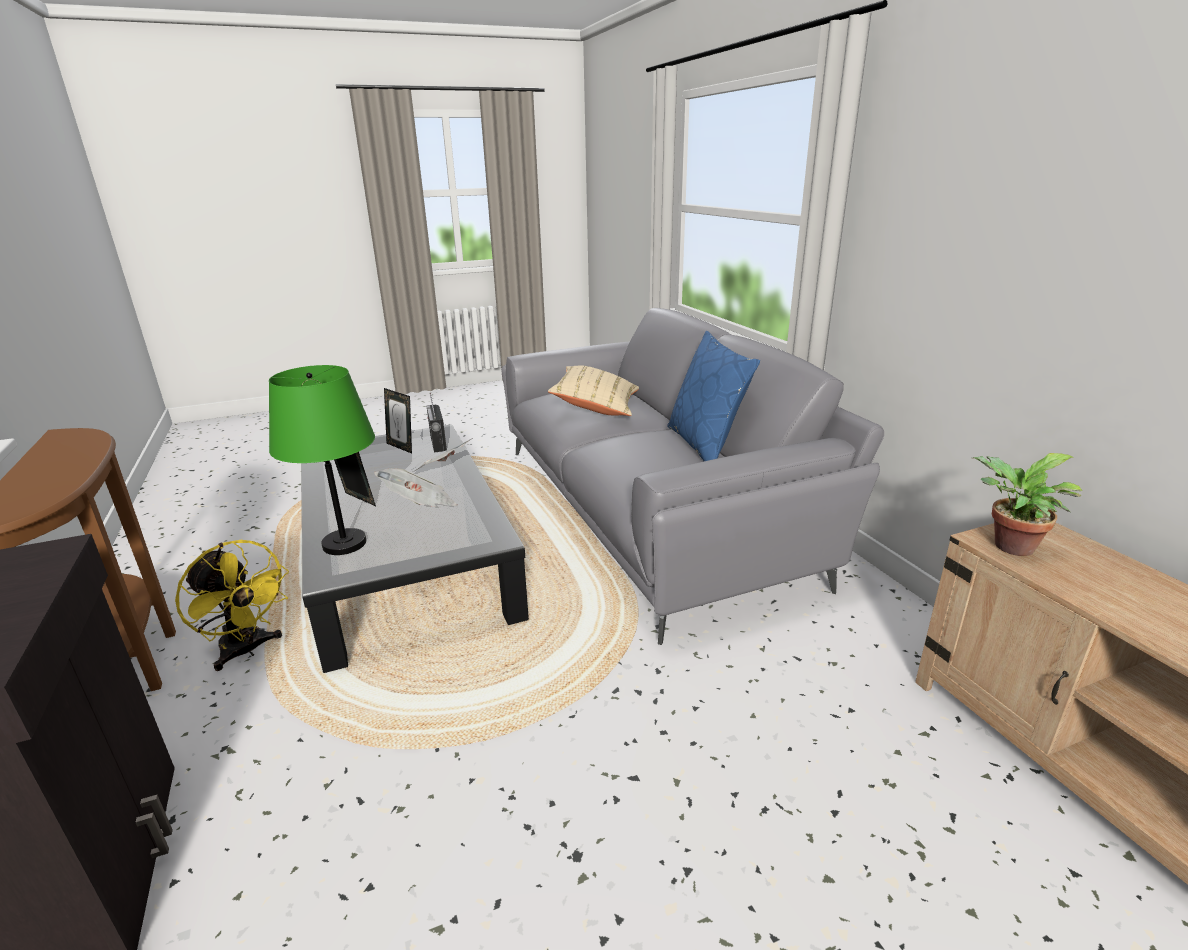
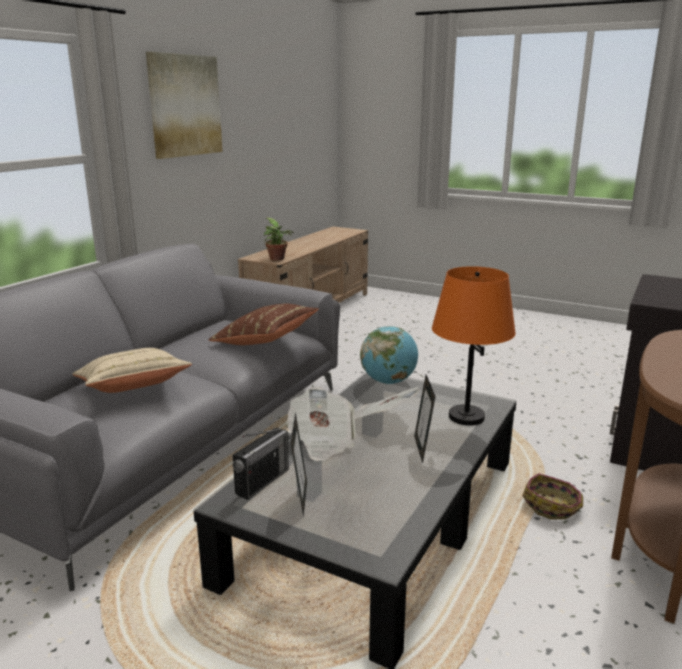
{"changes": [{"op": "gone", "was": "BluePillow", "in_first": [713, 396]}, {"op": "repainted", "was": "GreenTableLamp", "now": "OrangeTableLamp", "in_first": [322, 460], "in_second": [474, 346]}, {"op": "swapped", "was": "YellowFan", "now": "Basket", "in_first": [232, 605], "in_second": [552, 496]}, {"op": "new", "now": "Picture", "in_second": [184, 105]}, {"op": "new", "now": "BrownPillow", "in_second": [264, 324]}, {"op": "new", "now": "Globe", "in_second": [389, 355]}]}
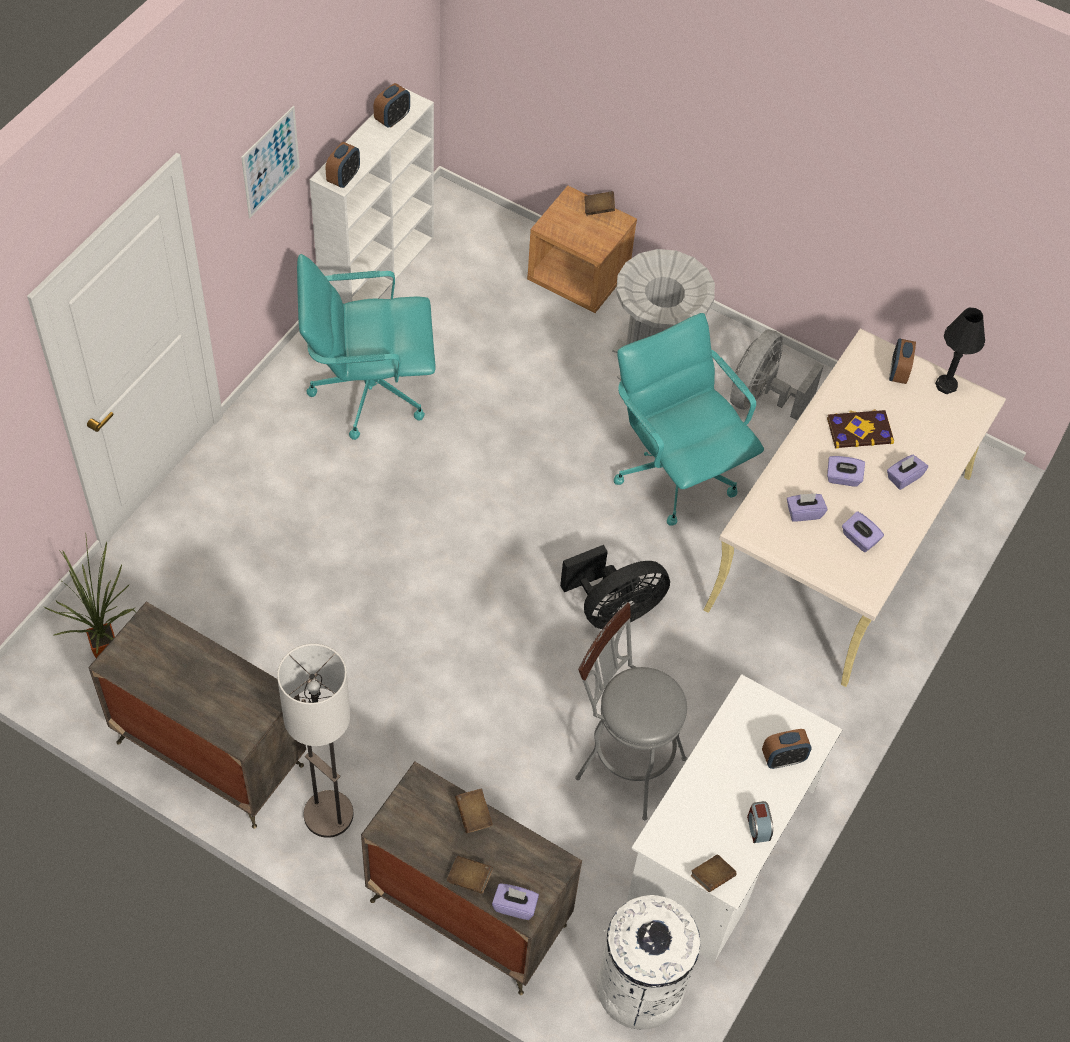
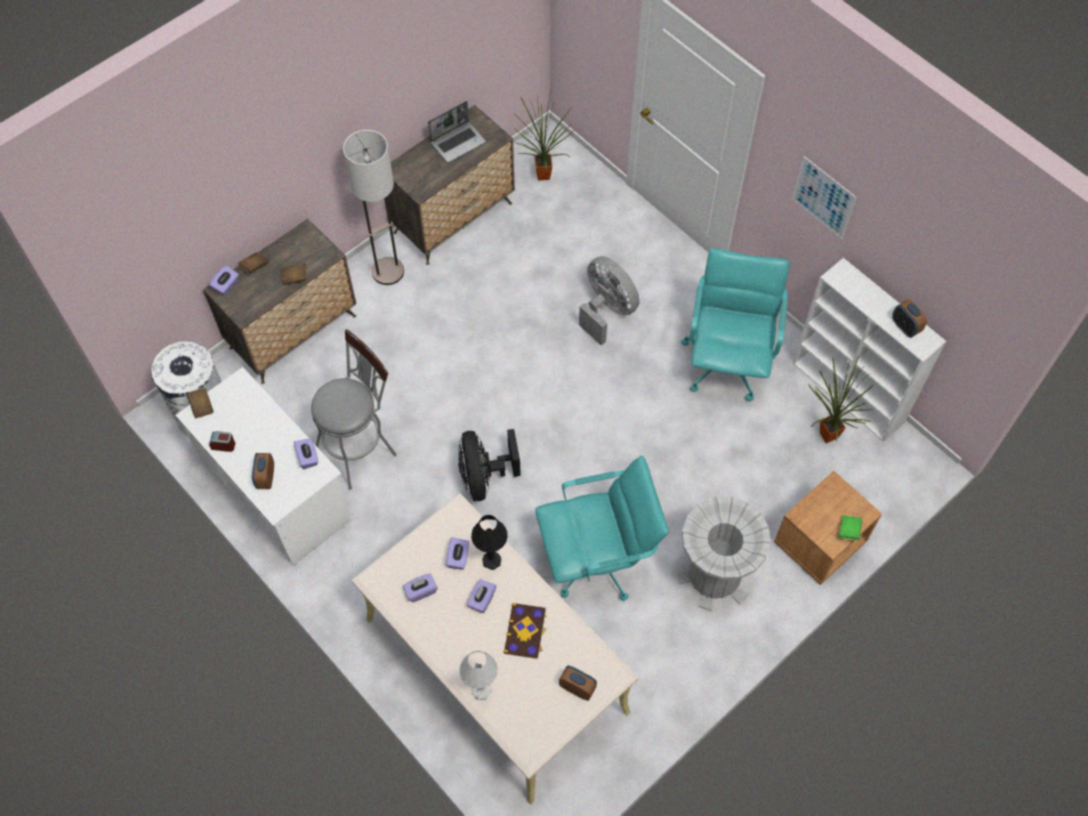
{"changes": [{"op": "gone", "was": "AlarmClock", "in_first": [343, 165]}, {"op": "repainted", "was": "BrownBook", "now": "GreenBook", "in_first": [599, 203], "in_second": [850, 528]}, {"op": "shifted", "was": "BlackTableLamp", "in_first": [960, 351], "in_second": [489, 542]}, {"op": "shifted", "was": "GreyFan", "in_first": [777, 374], "in_second": [609, 300]}, {"op": "shifted", "was": "PurpleTissueBox", "in_first": [907, 472], "in_second": [306, 453]}, {"op": "new", "now": "Laptop", "in_second": [457, 132]}, {"op": "new", "now": "PottedPlant", "in_second": [841, 399]}, {"op": "new", "now": "WhiteTableLamp", "in_second": [478, 675]}]}
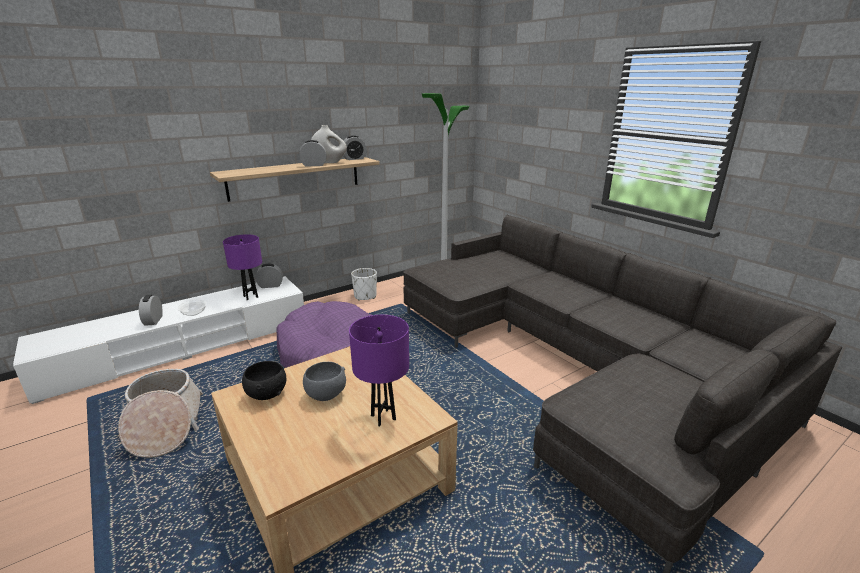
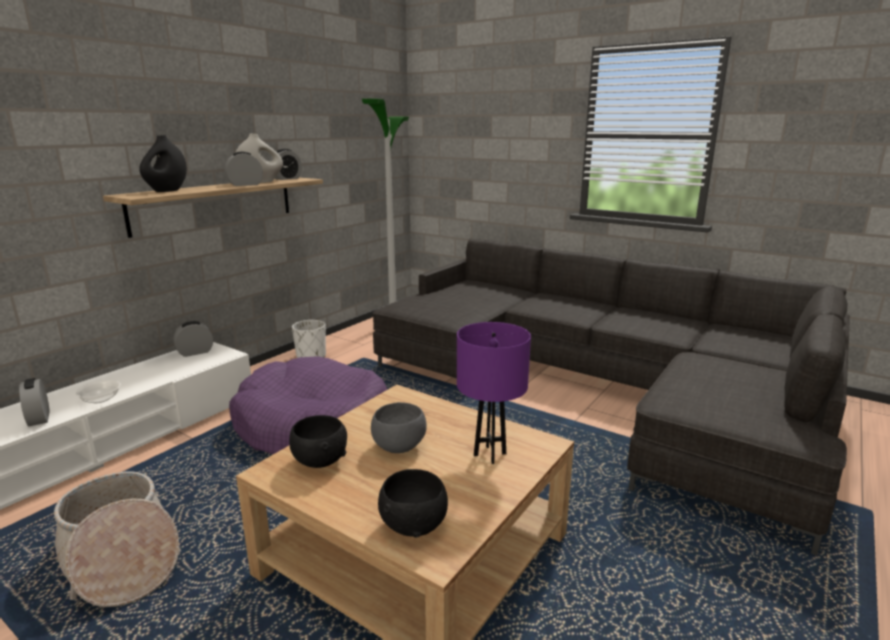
{"changes": [{"op": "gone", "was": "PurpleTableLamp", "in_first": [242, 267]}, {"op": "new", "now": "BlackVase", "in_second": [163, 163]}, {"op": "new", "now": "BlackBowl", "in_second": [413, 503]}]}
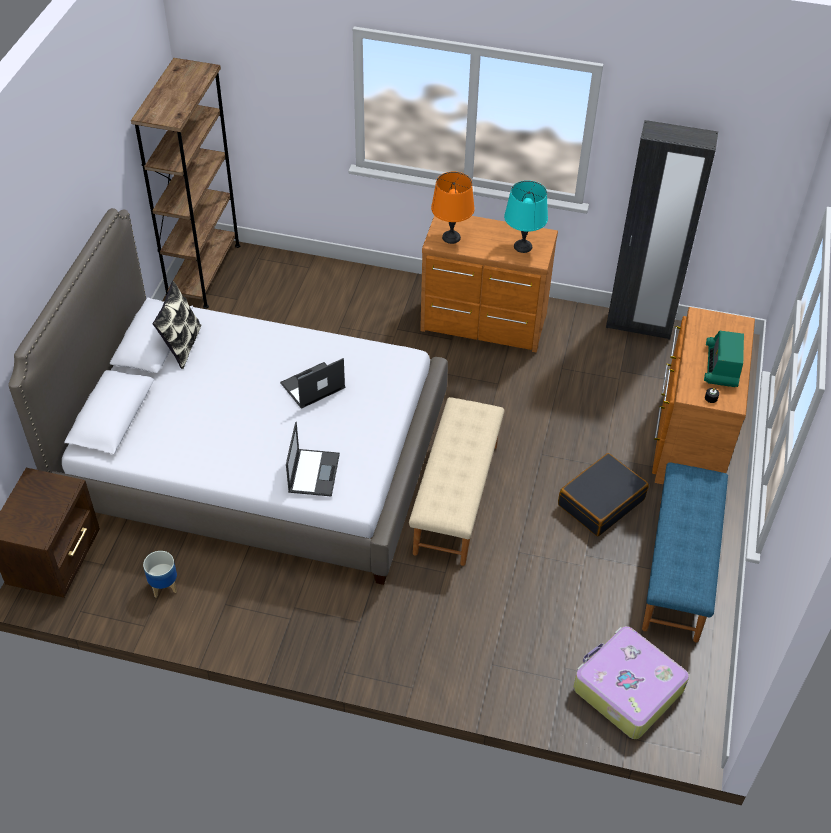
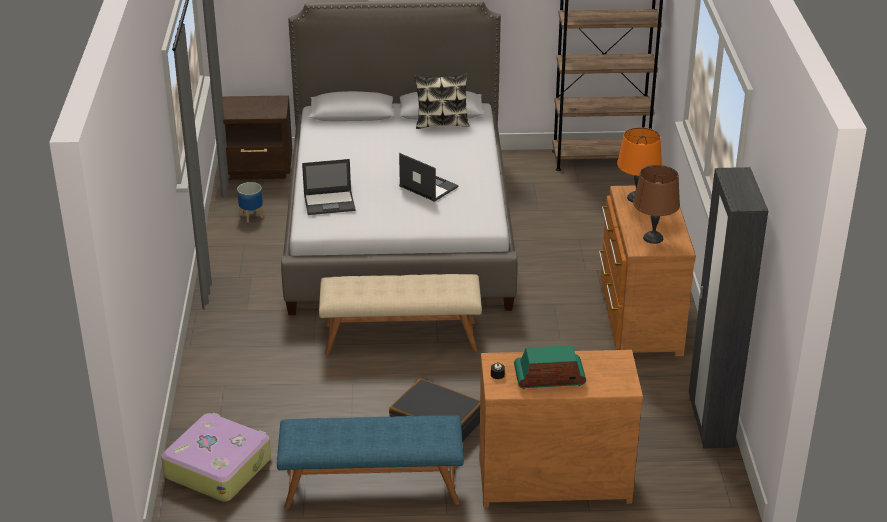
{"changes": [{"op": "repainted", "was": "TurquoiseTableLamp", "now": "BrownTableLamp", "in_first": [526, 216], "in_second": [656, 204]}]}
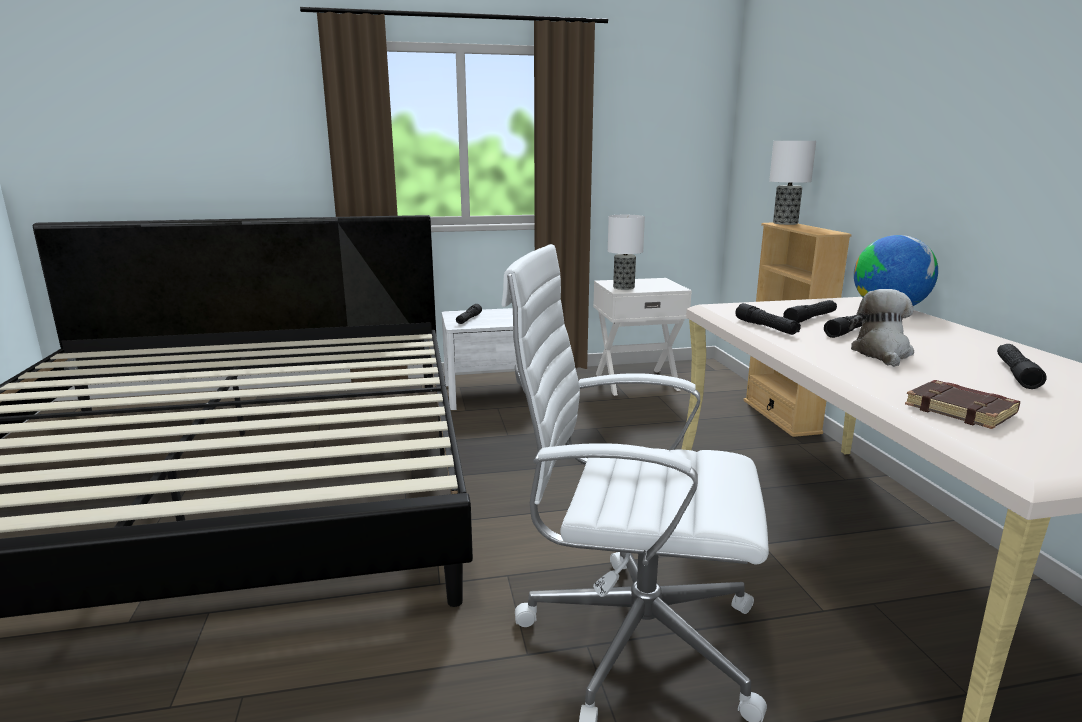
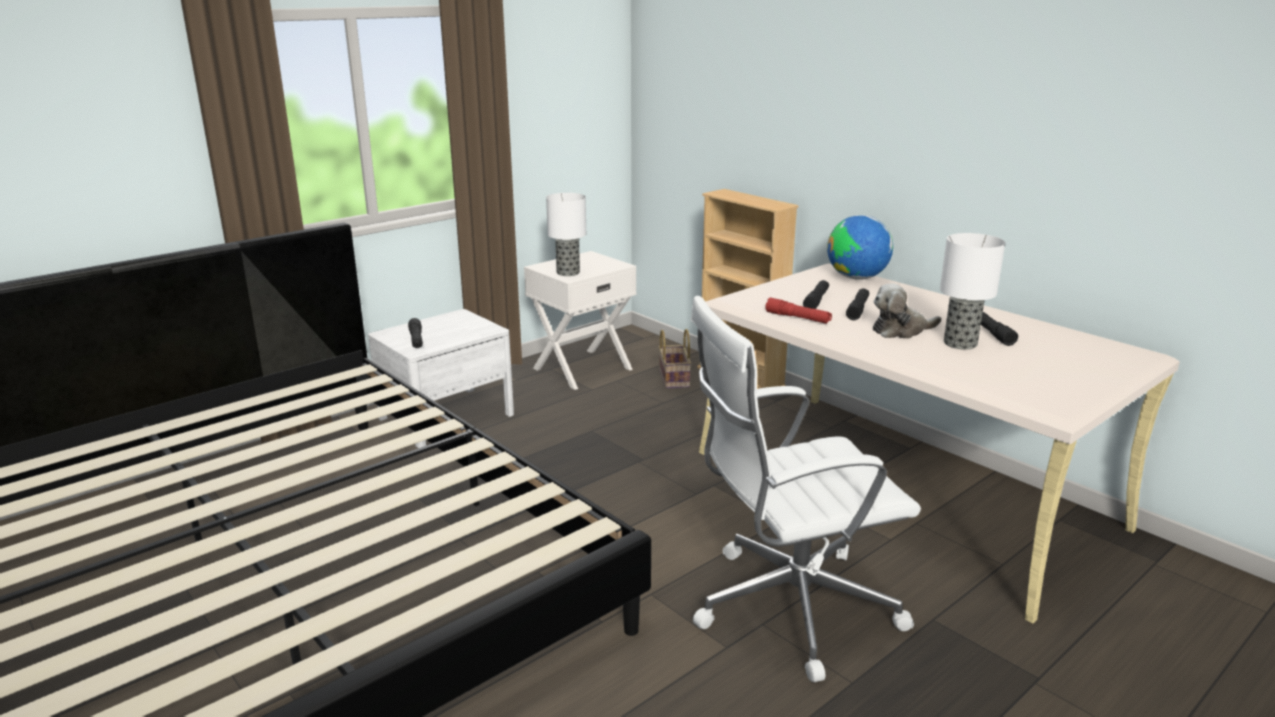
{"changes": [{"op": "shifted", "was": "TableLamp", "in_first": [792, 183], "in_second": [972, 291]}, {"op": "rotated", "was": "PlushToy", "in_first": [881, 328], "in_second": [907, 311], "clockwise": -90}, {"op": "repainted", "was": "BlackFlashlight", "now": "RedFlashlight", "in_first": [768, 319], "in_second": [798, 311]}, {"op": "gone", "was": "BrownBook", "in_first": [962, 404]}, {"op": "new", "now": "Basket", "in_second": [675, 359]}]}
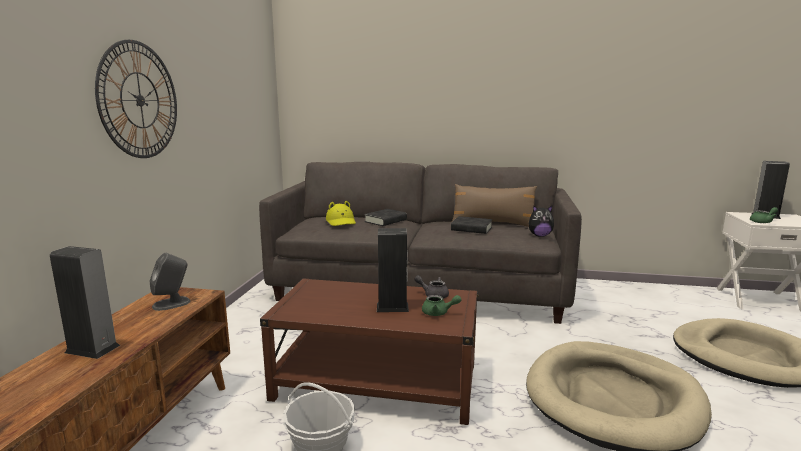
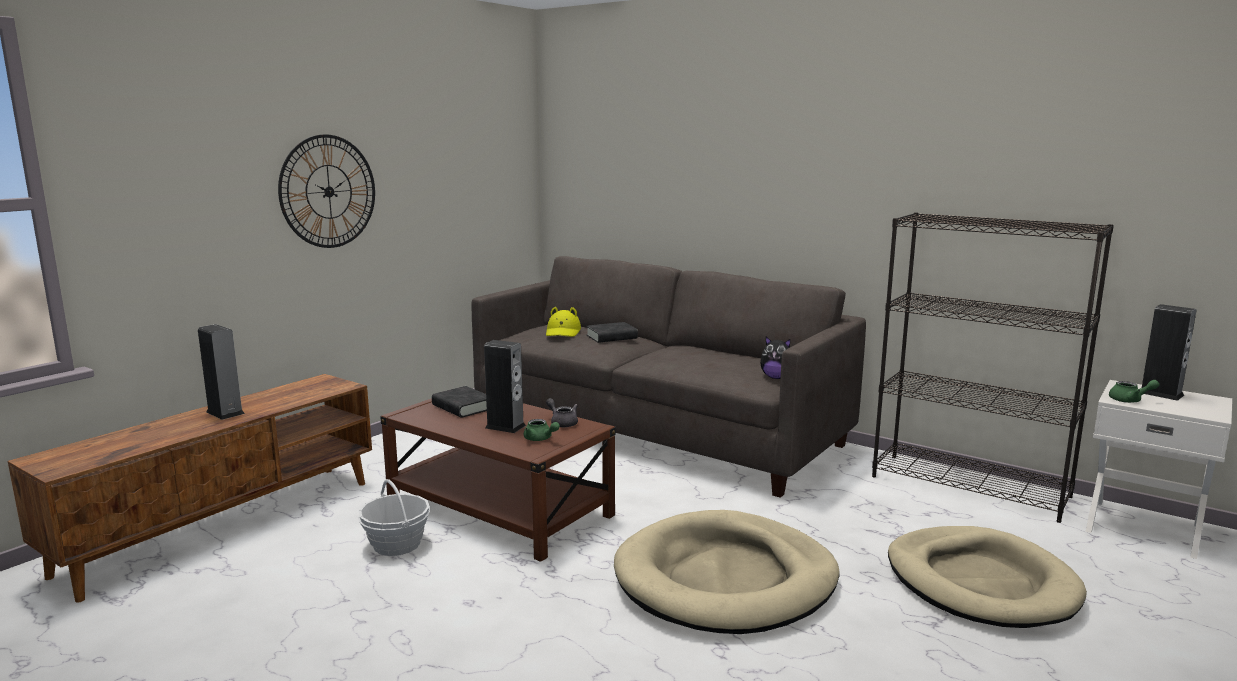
{"changes": [{"op": "gone", "was": "BrownPillow", "in_first": [494, 205]}, {"op": "shifted", "was": "BlackBook", "in_first": [471, 225], "in_second": [459, 402]}, {"op": "gone", "was": "GreySpeaker", "in_first": [170, 282]}, {"op": "new", "now": "BlackBookcase", "in_second": [993, 368]}]}
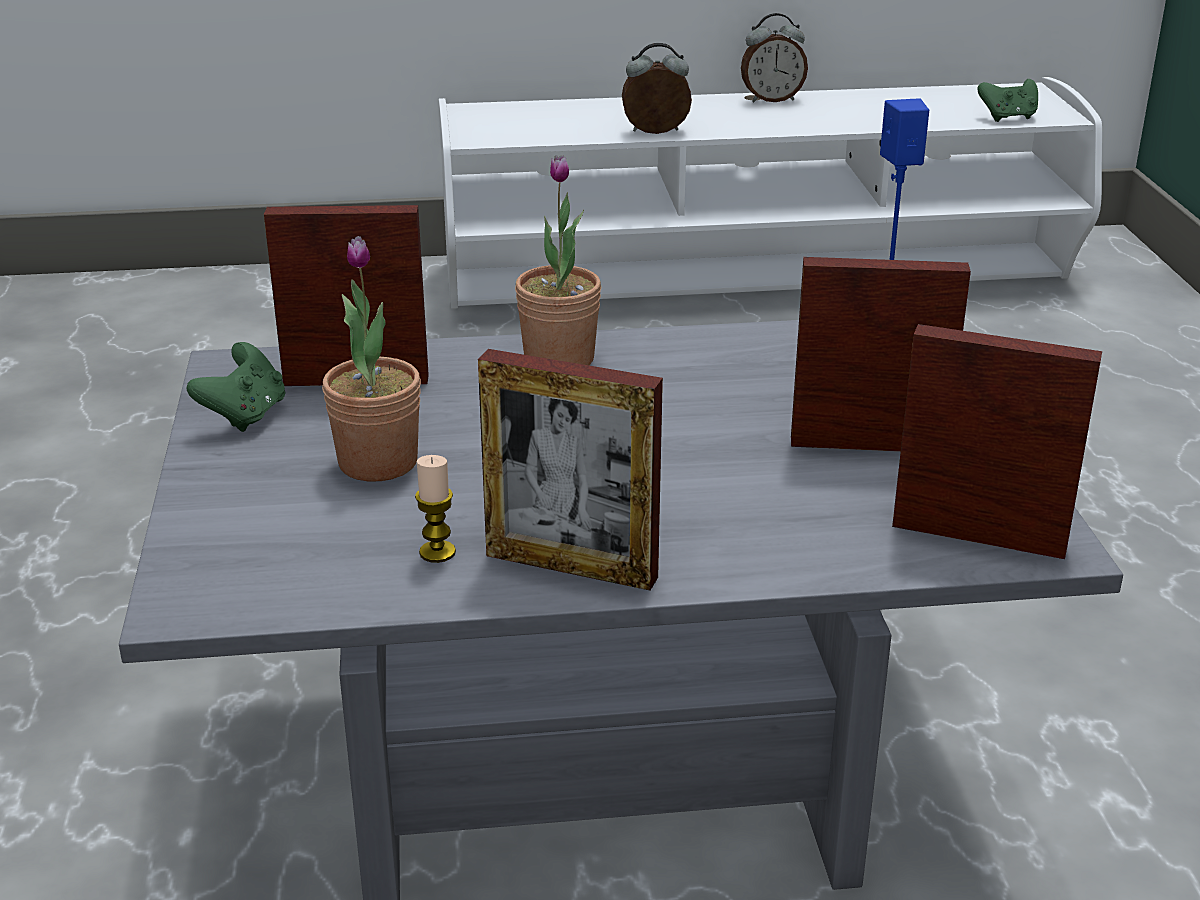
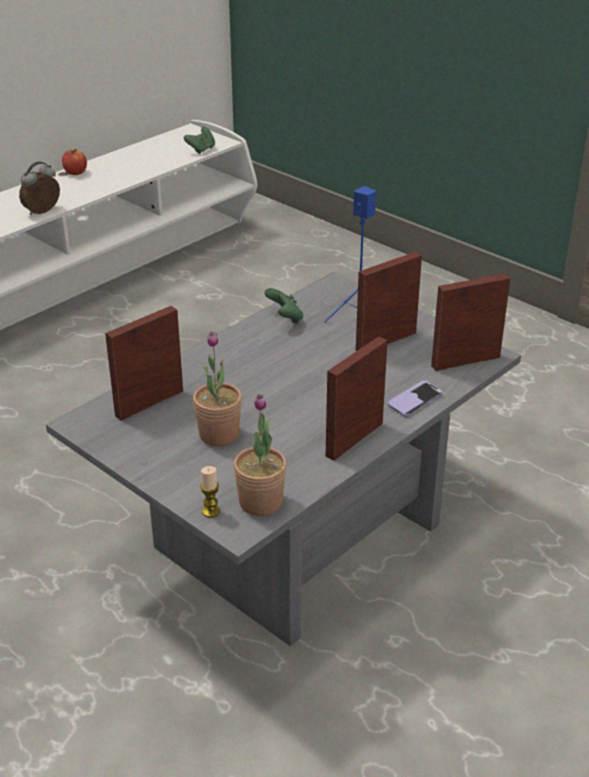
{"changes": [{"op": "swapped", "was": "AlarmClock", "now": "Apple", "in_first": [774, 57], "in_second": [74, 162]}, {"op": "shifted", "was": "PottedPlant", "in_first": [558, 260], "in_second": [260, 455]}, {"op": "shifted", "was": "GreenGameController", "in_first": [236, 387], "in_second": [283, 306]}, {"op": "rotated", "was": "PictureFrame", "in_first": [570, 470], "in_second": [357, 398], "clockwise": 150}, {"op": "shifted", "was": "Candle", "in_first": [435, 509], "in_second": [210, 492]}, {"op": "new", "now": "Phone", "in_second": [415, 399]}]}
